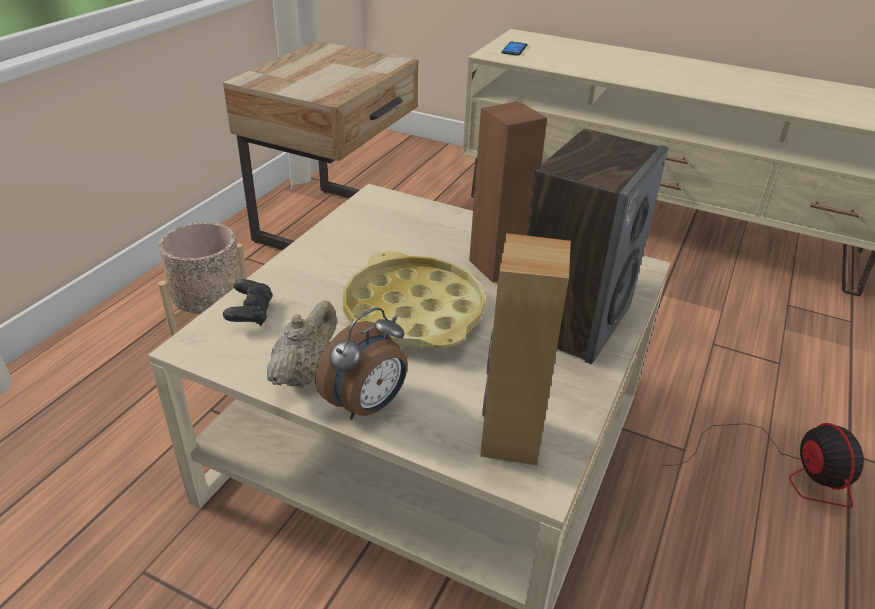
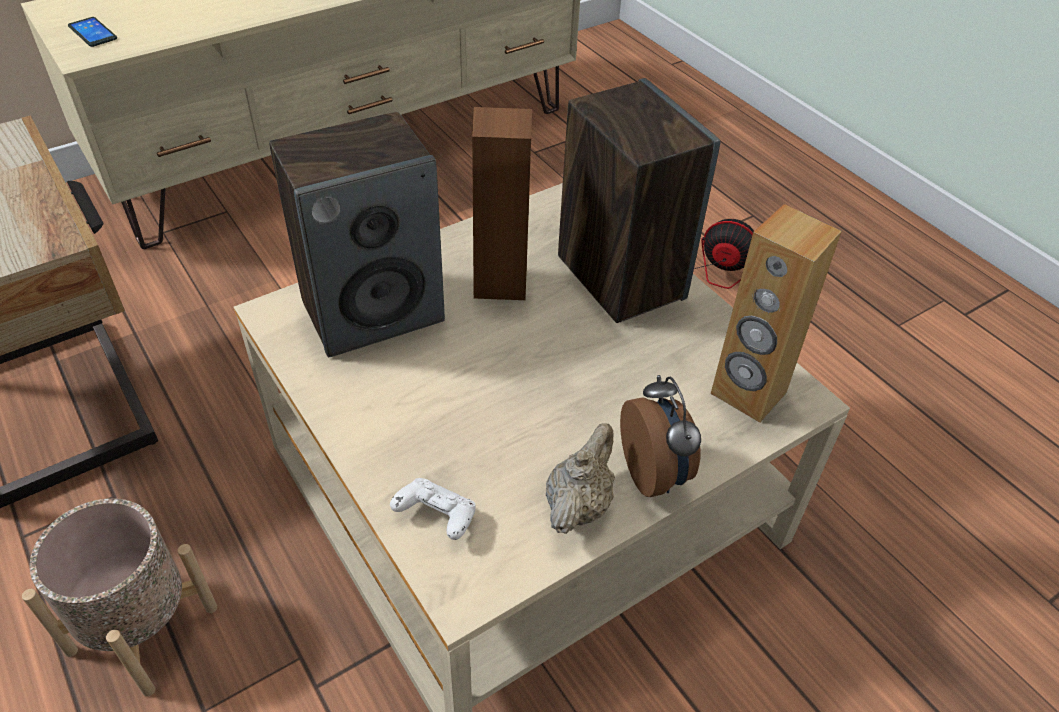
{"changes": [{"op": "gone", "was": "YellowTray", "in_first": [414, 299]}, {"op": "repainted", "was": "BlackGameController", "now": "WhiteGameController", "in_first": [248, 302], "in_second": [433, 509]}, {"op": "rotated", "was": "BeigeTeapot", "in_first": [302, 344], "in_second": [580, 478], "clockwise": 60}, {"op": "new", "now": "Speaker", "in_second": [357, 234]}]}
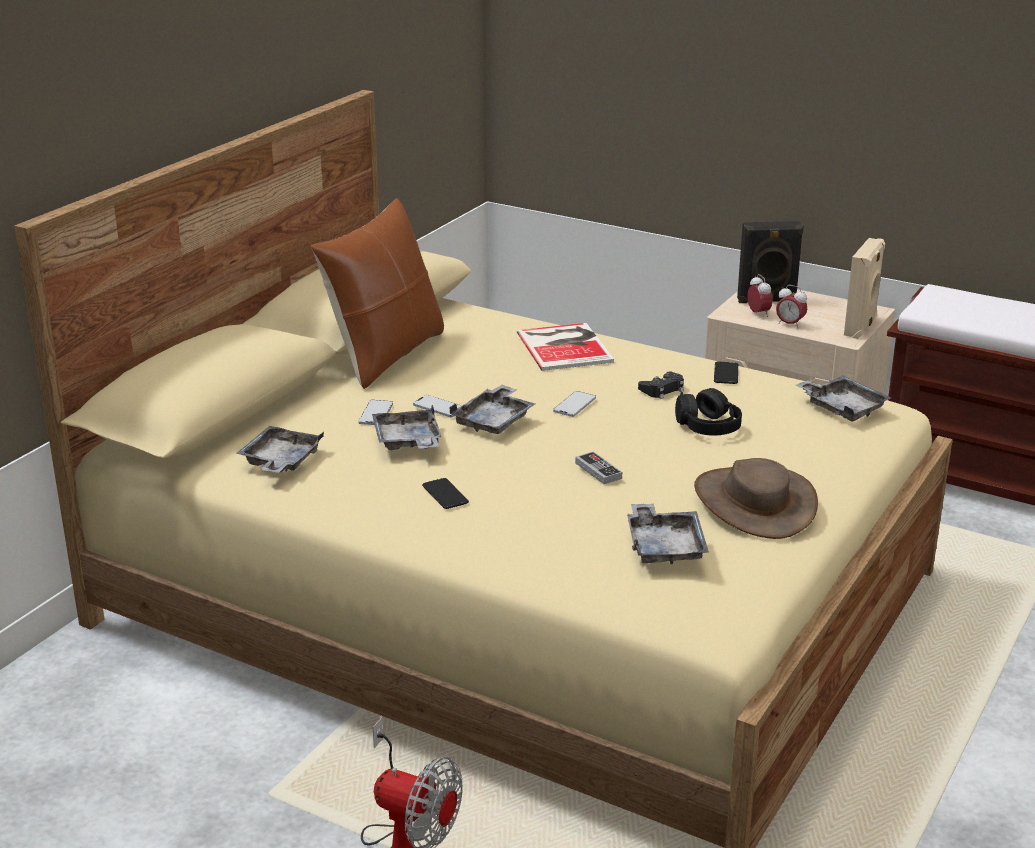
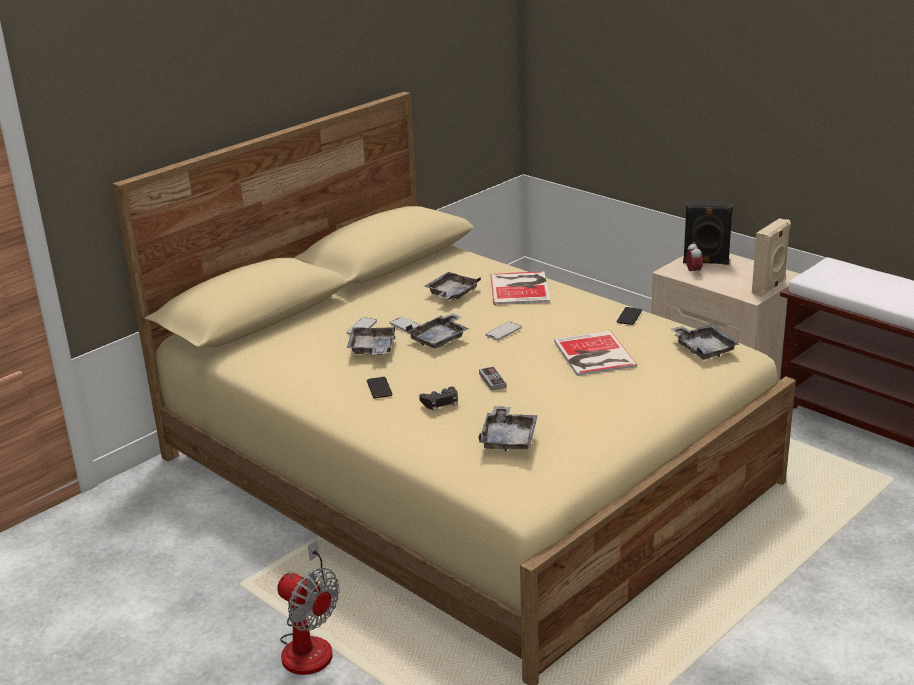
{"changes": [{"op": "gone", "was": "BrownPillow", "in_first": [377, 293]}, {"op": "gone", "was": "AlarmClock", "in_first": [791, 306]}, {"op": "shifted", "was": "BlackGameController", "in_first": [661, 385], "in_second": [438, 399]}, {"op": "swapped", "was": "BlackHeadphones", "now": "Book", "in_first": [708, 412], "in_second": [595, 353]}, {"op": "shifted", "was": "GreyTray", "in_first": [280, 449], "in_second": [452, 286]}, {"op": "gone", "was": "BrownHat", "in_first": [756, 498]}]}
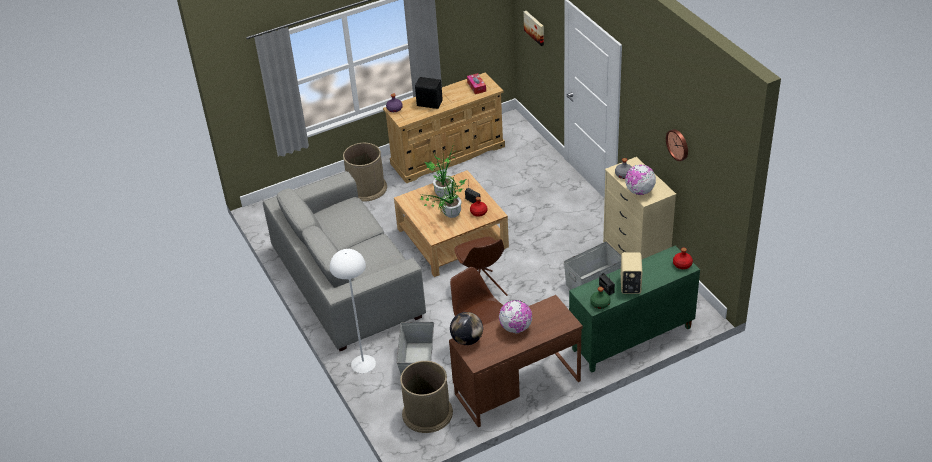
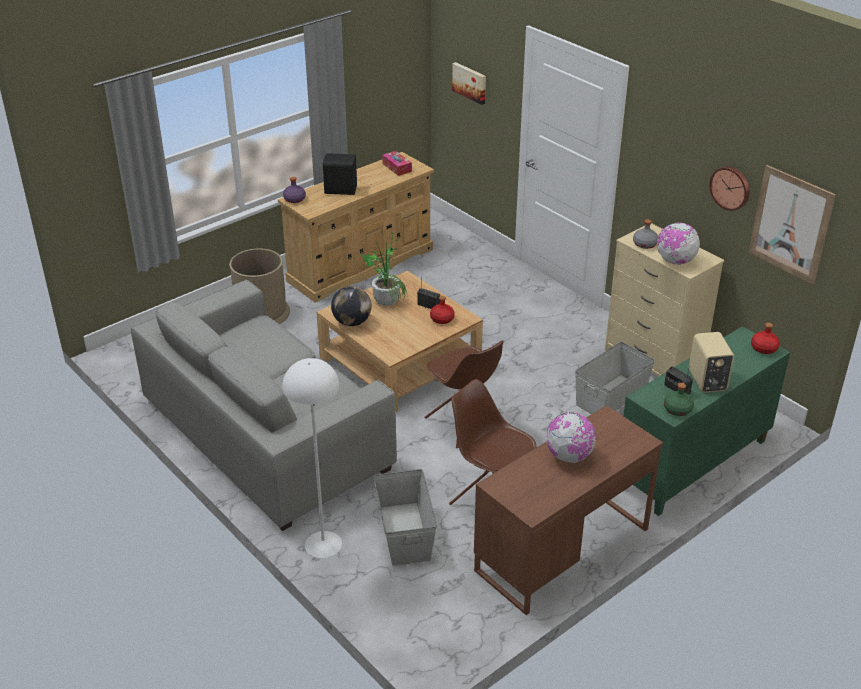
{"changes": [{"op": "gone", "was": "PottedPlant", "in_first": [442, 196]}, {"op": "shifted", "was": "Globe", "in_first": [466, 328], "in_second": [351, 306]}, {"op": "gone", "was": "BrownTrashCan", "in_first": [426, 397]}, {"op": "new", "now": "Picture", "in_second": [792, 224]}]}
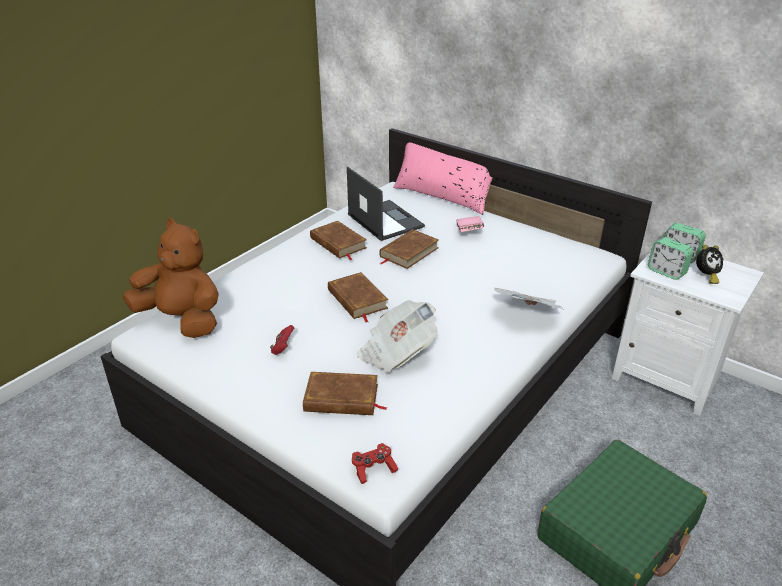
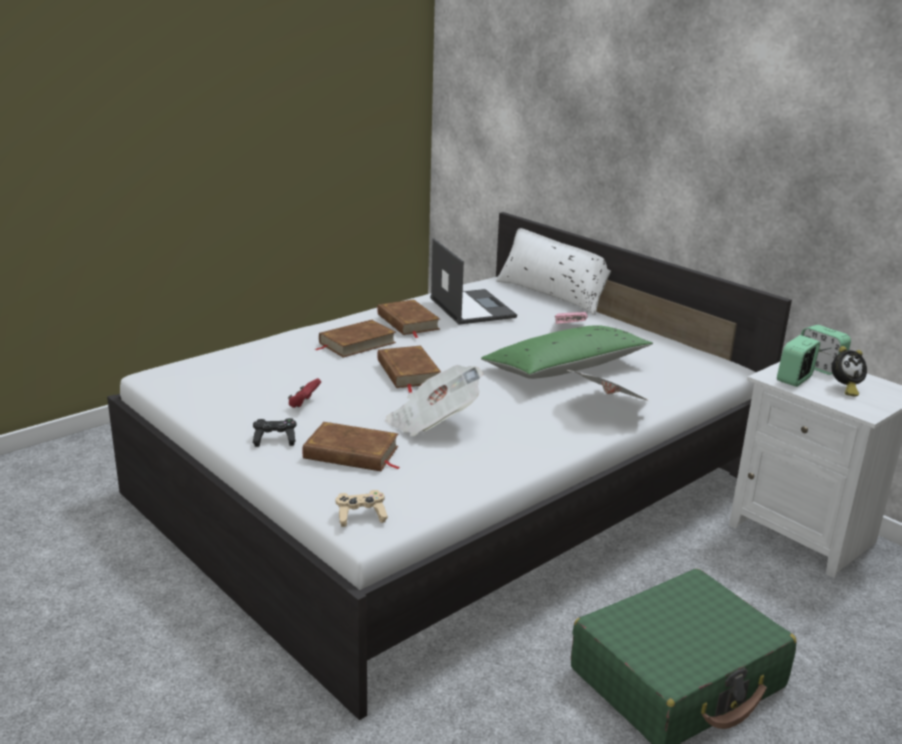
{"changes": [{"op": "repainted", "was": "PinkPillow", "now": "WhitePillow", "in_first": [443, 178], "in_second": [553, 271]}, {"op": "gone", "was": "BrownPlushToy", "in_first": [171, 278]}, {"op": "shifted", "was": "BrownBook", "in_first": [409, 249], "in_second": [356, 338]}, {"op": "rotated", "was": "AlarmClock", "in_first": [670, 258], "in_second": [798, 361], "clockwise": 75}, {"op": "repainted", "was": "RedGameController", "now": "BeigeGameController", "in_first": [375, 463], "in_second": [362, 508]}, {"op": "new", "now": "GreenPillow", "in_second": [567, 352]}, {"op": "new", "now": "BlackGameController", "in_second": [274, 432]}]}
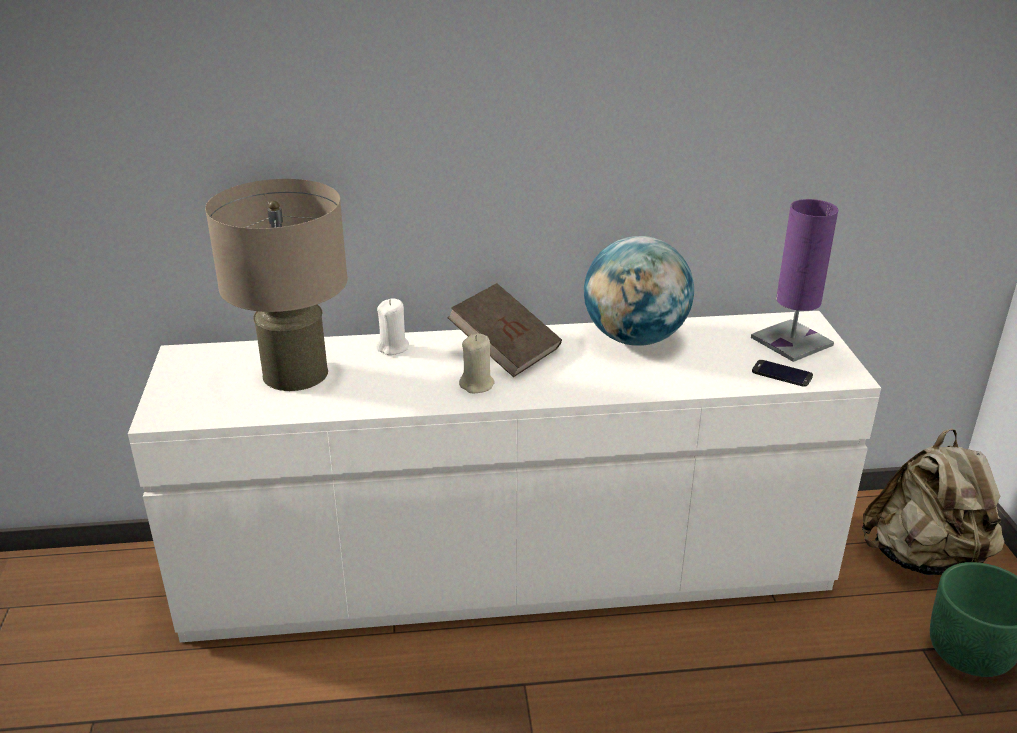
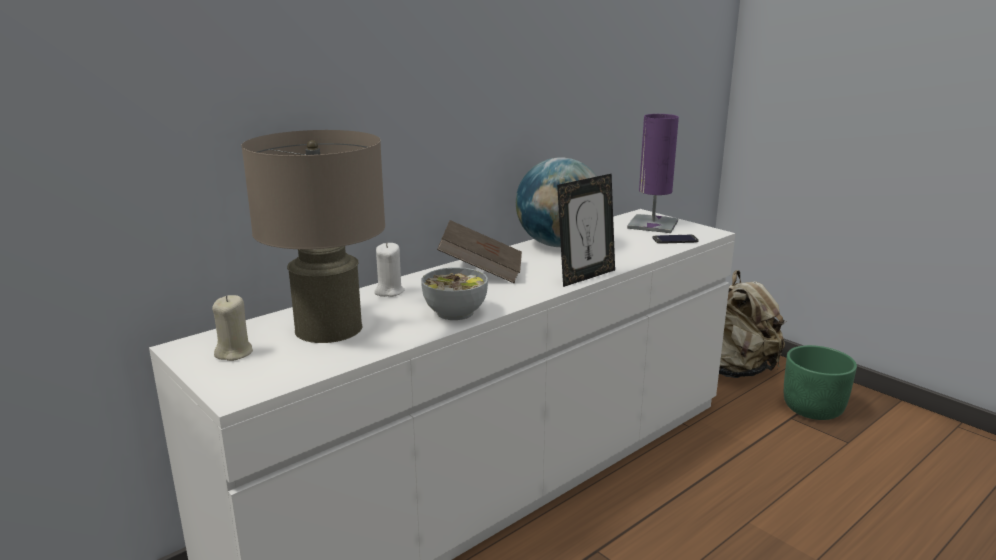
{"changes": [{"op": "shifted", "was": "BeigeCandle", "in_first": [477, 363], "in_second": [232, 328]}, {"op": "new", "now": "PictureFrame", "in_second": [586, 230]}, {"op": "new", "now": "Bowl", "in_second": [454, 293]}]}
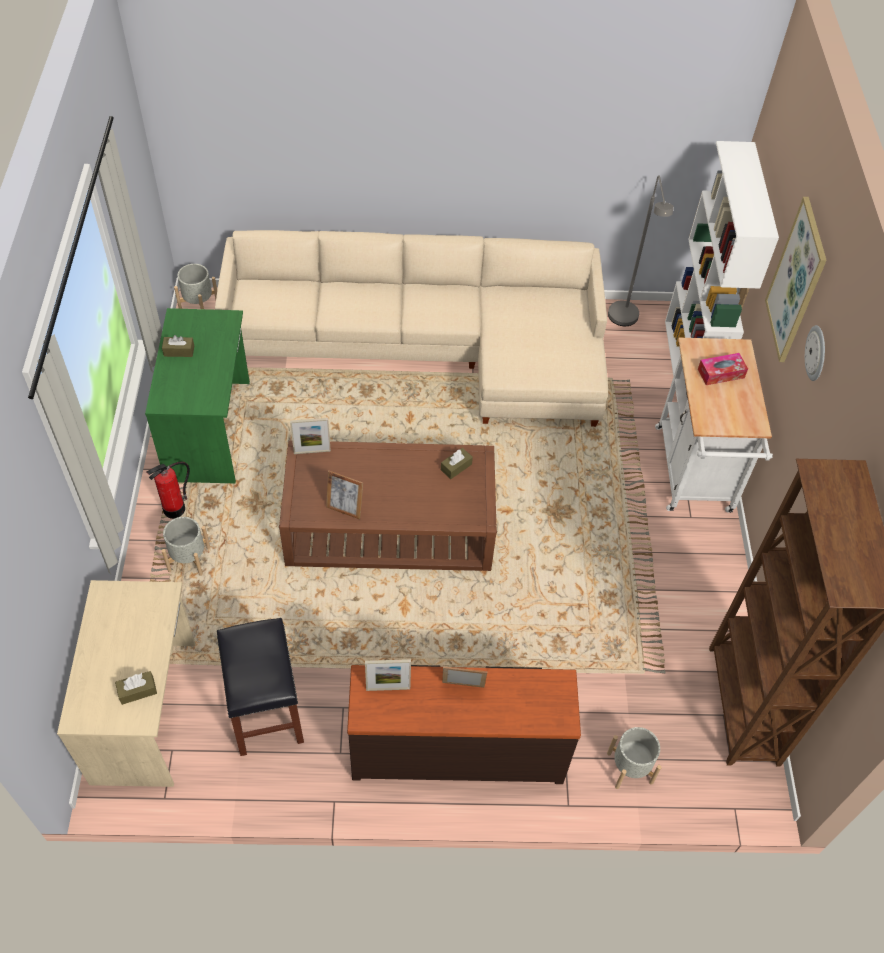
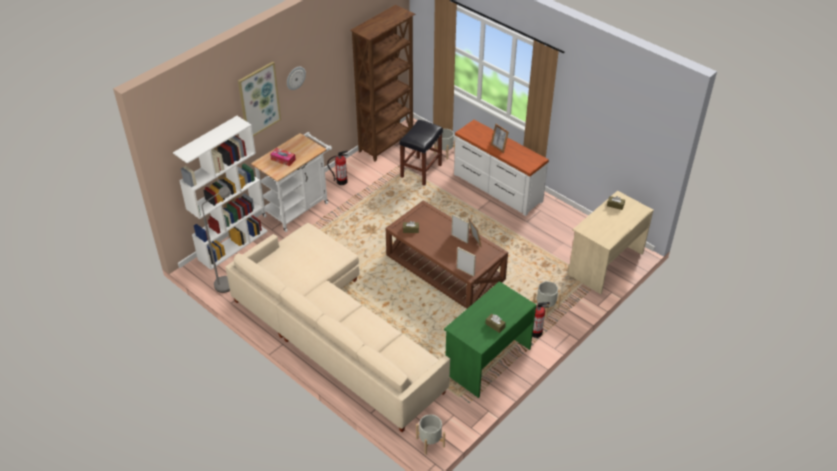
{"changes": [{"op": "shifted", "was": "BlackStool", "in_first": [260, 687], "in_second": [421, 153]}, {"op": "shifted", "was": "PictureFrame", "in_first": [388, 675], "in_second": [460, 229]}, {"op": "repainted", "was": "BrownDresser", "now": "WhiteDresser", "in_first": [464, 724], "in_second": [501, 168]}, {"op": "new", "now": "FireExtinguisher", "in_second": [337, 167]}]}
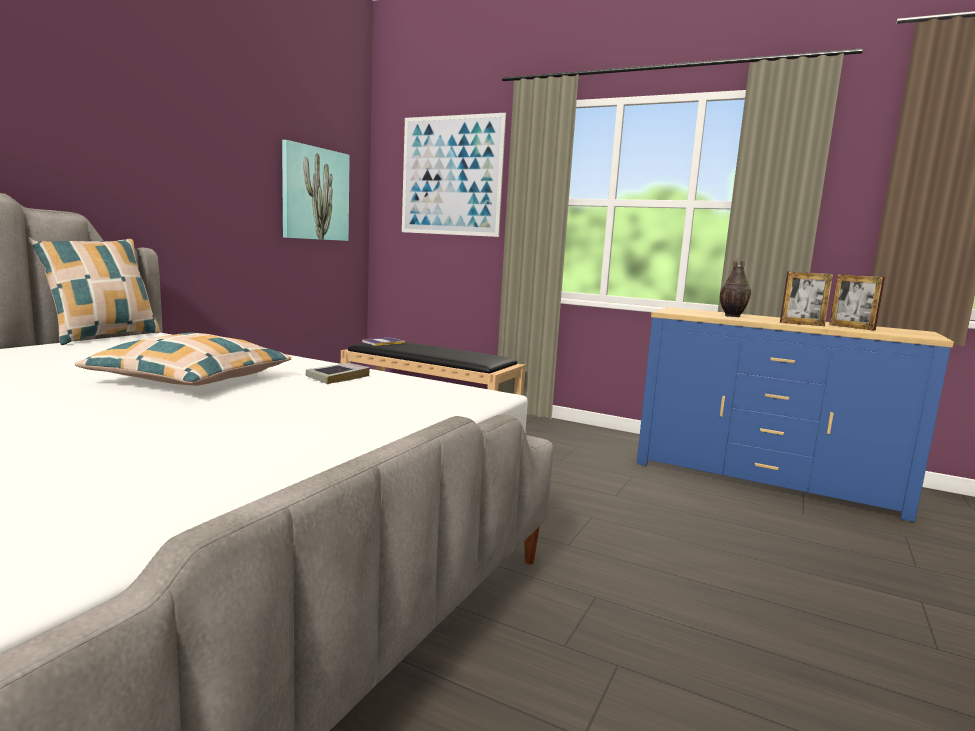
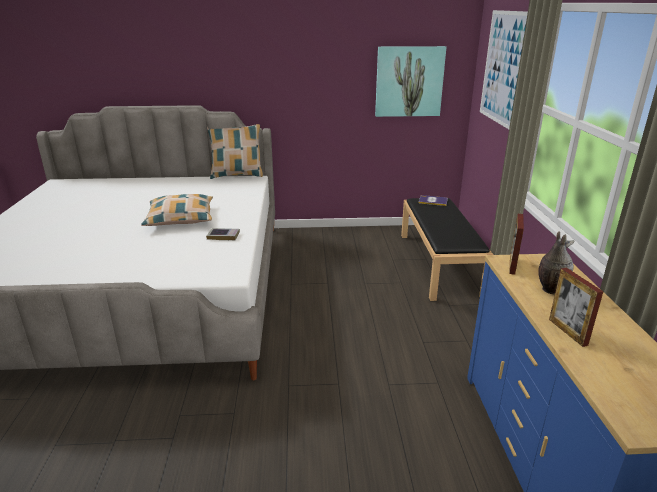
{"changes": [{"op": "shifted", "was": "PictureFrame", "in_first": [857, 302], "in_second": [516, 244]}]}
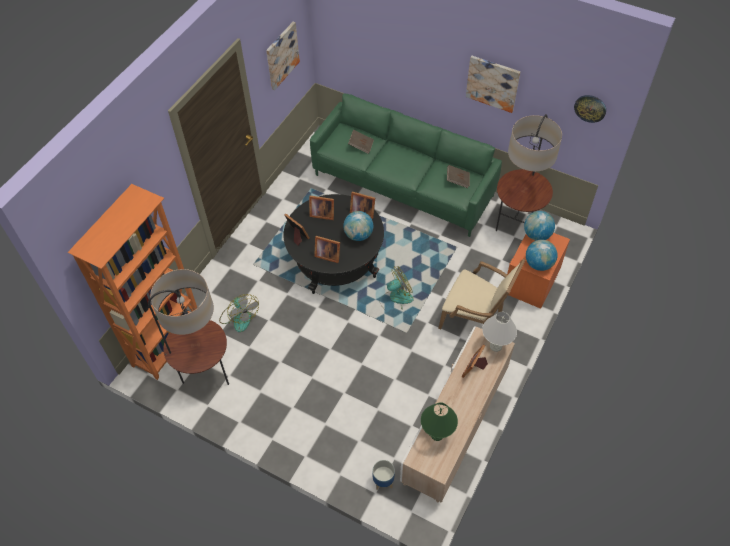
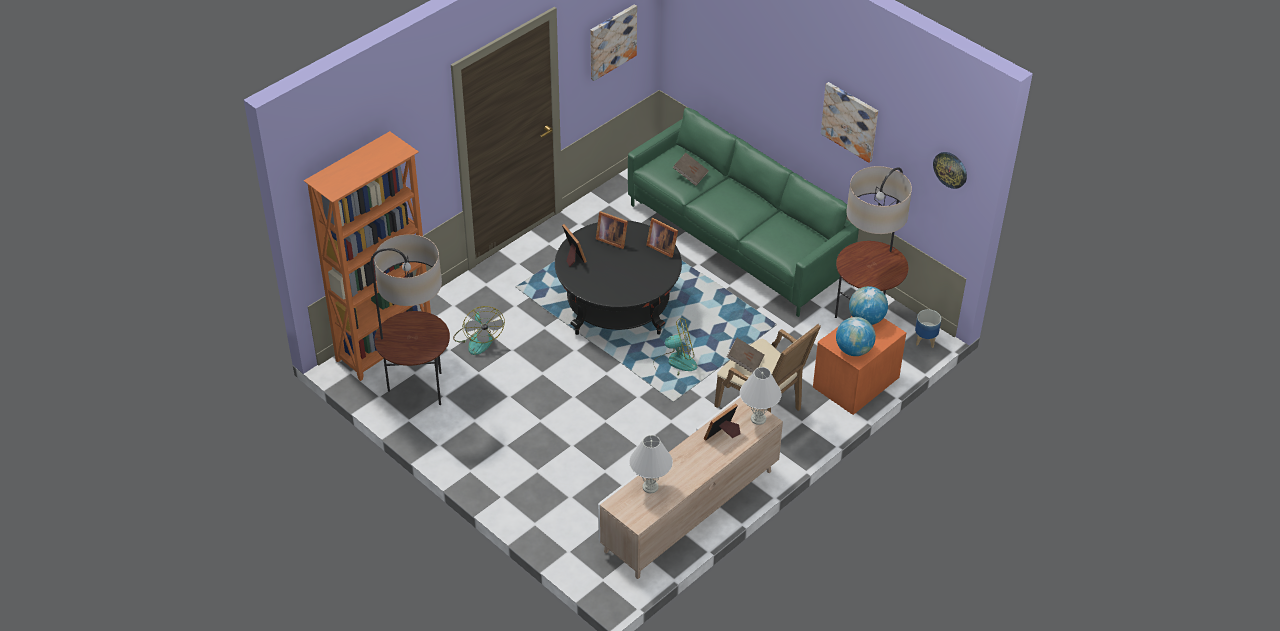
{"changes": [{"op": "shifted", "was": "BrownBook", "in_first": [458, 176], "in_second": [746, 355]}, {"op": "gone", "was": "Globe", "in_first": [358, 226]}, {"op": "gone", "was": "PictureFrame", "in_first": [327, 249]}, {"op": "repainted", "was": "GreenTableLamp", "now": "WhiteTableLamp", "in_first": [439, 421], "in_second": [651, 464]}, {"op": "shifted", "was": "Planter", "in_first": [384, 475], "in_second": [928, 328]}]}
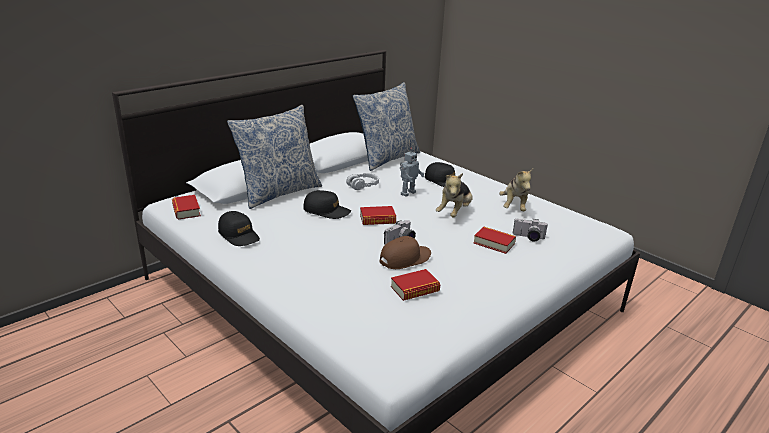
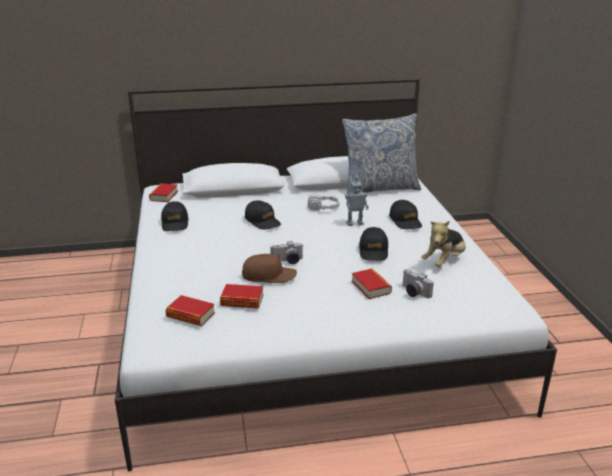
{"changes": [{"op": "gone", "was": "Pillow", "in_first": [274, 157]}, {"op": "swapped", "was": "PlushToy", "now": "BlackCap", "in_first": [454, 195], "in_second": [373, 244]}, {"op": "shifted", "was": "Book", "in_first": [378, 215], "in_second": [190, 310]}]}
